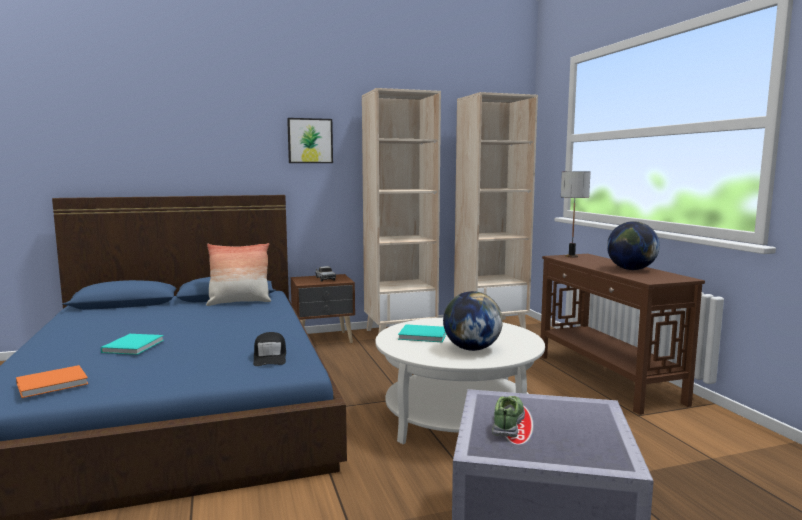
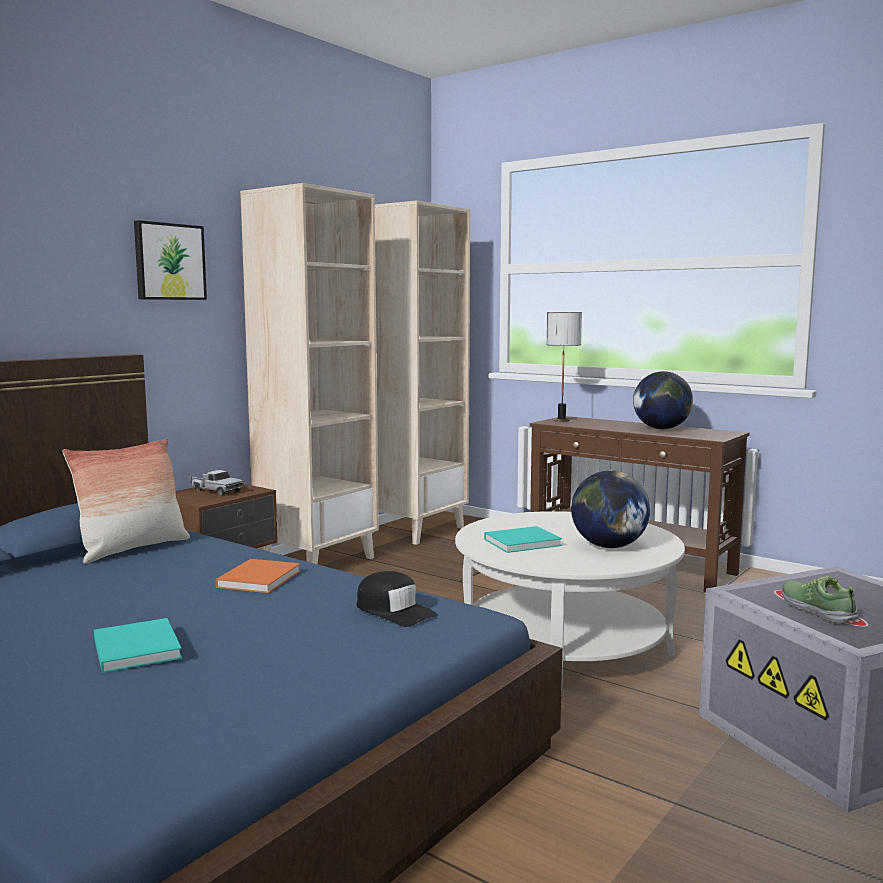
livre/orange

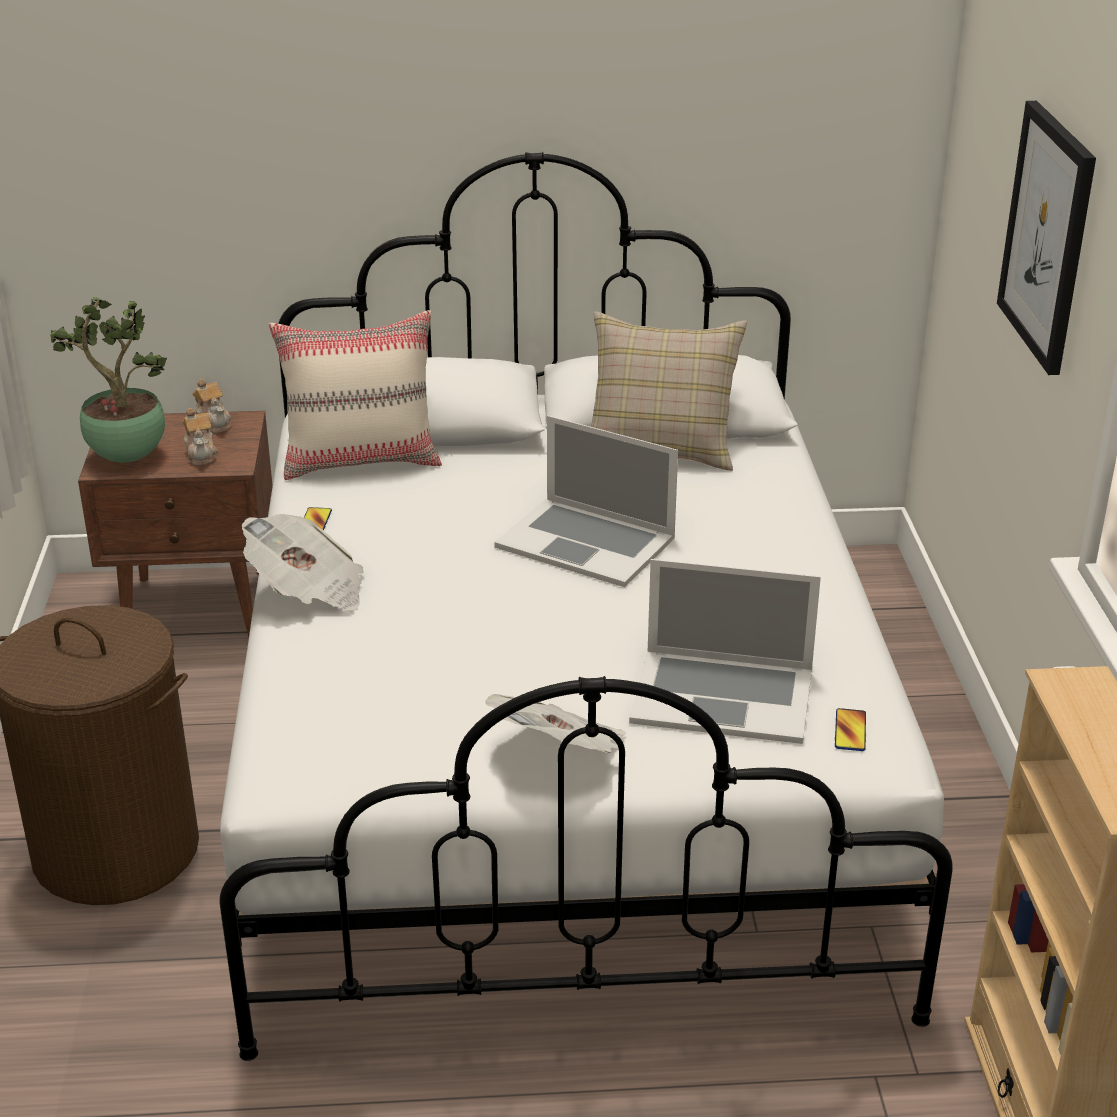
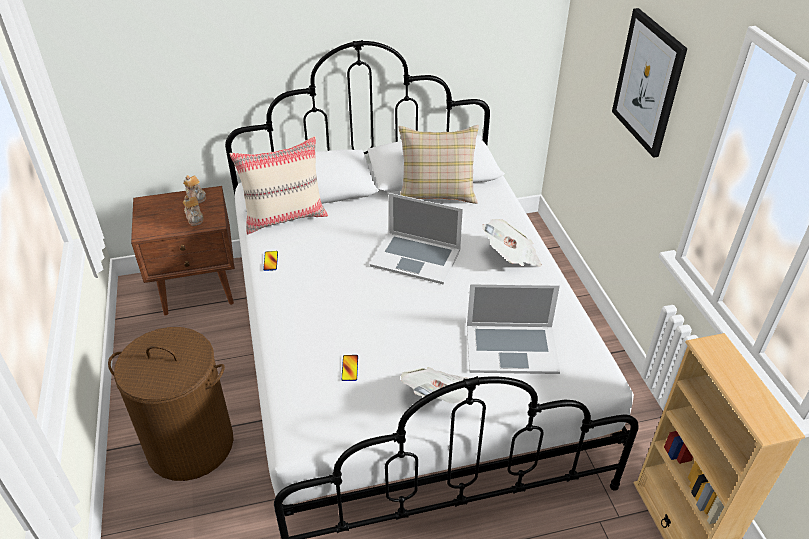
plante en pot
journal (2nd from left)
téléphone (2nd from left)

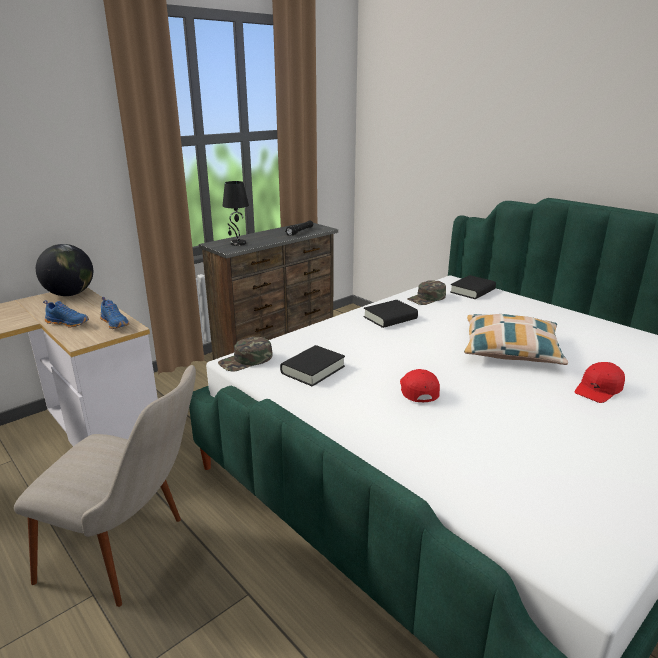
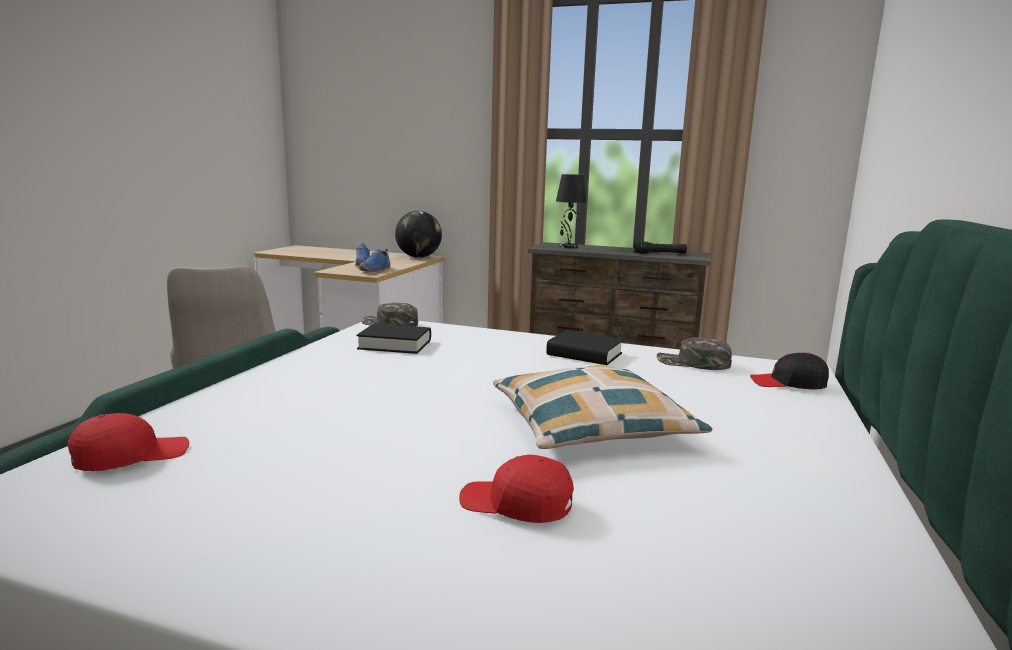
casquette/rouge (1st from left)
casquette/noir

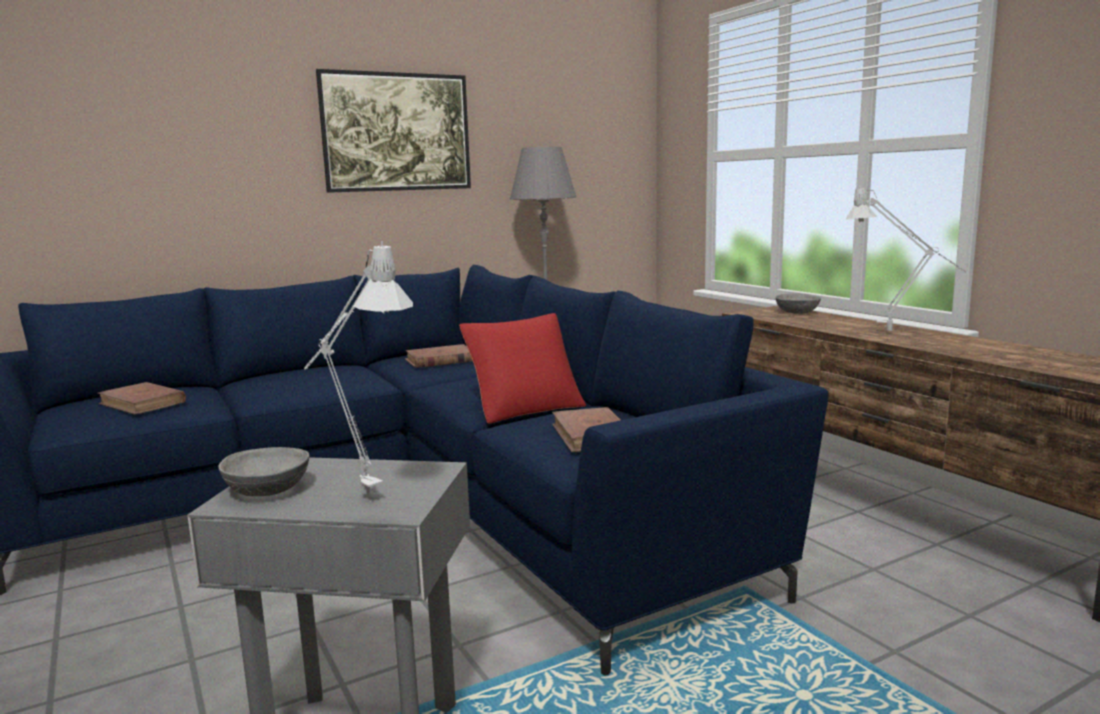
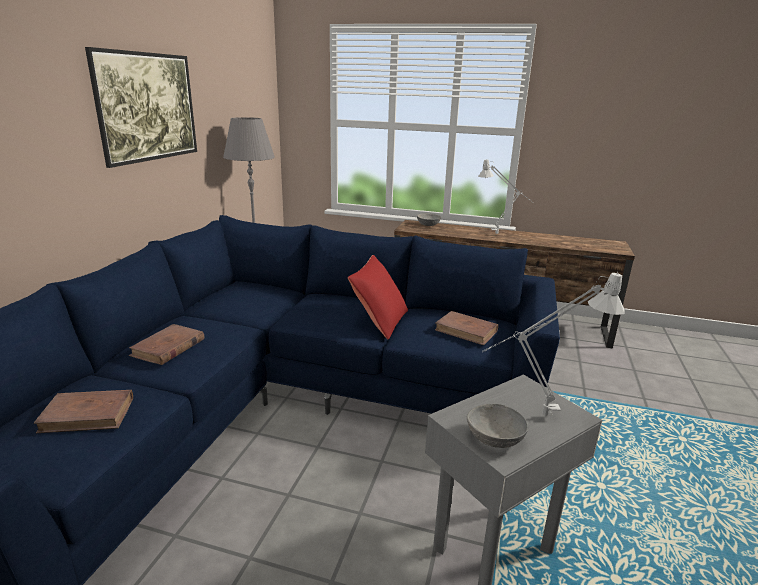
livre/marron (2nd from left)

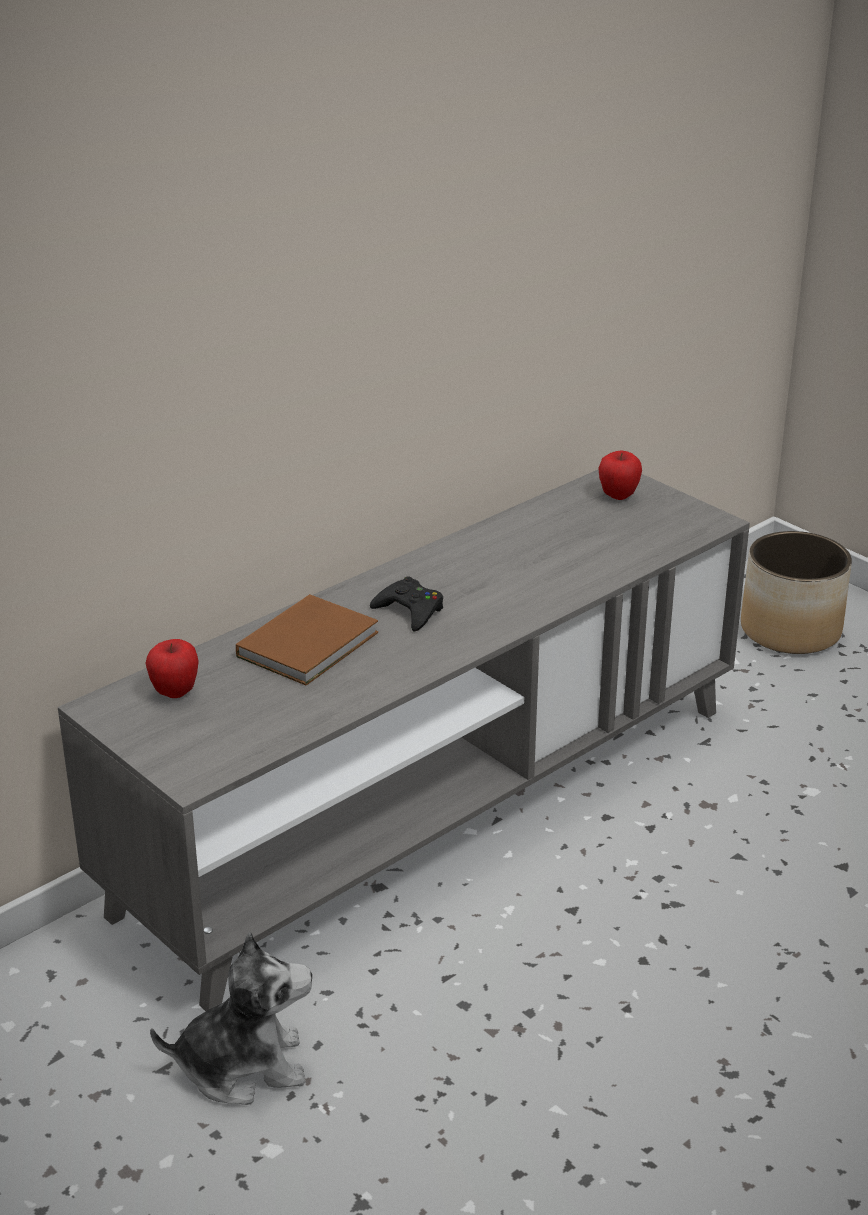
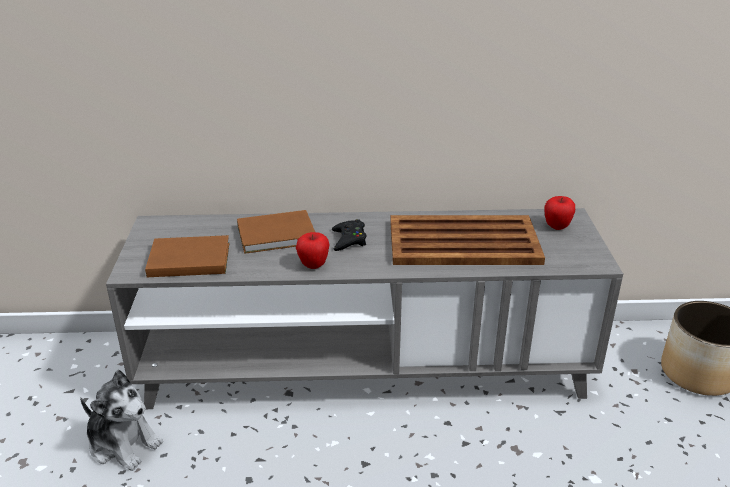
pomme (1st from left)
livre/marron (1st from left)
plateau/marron

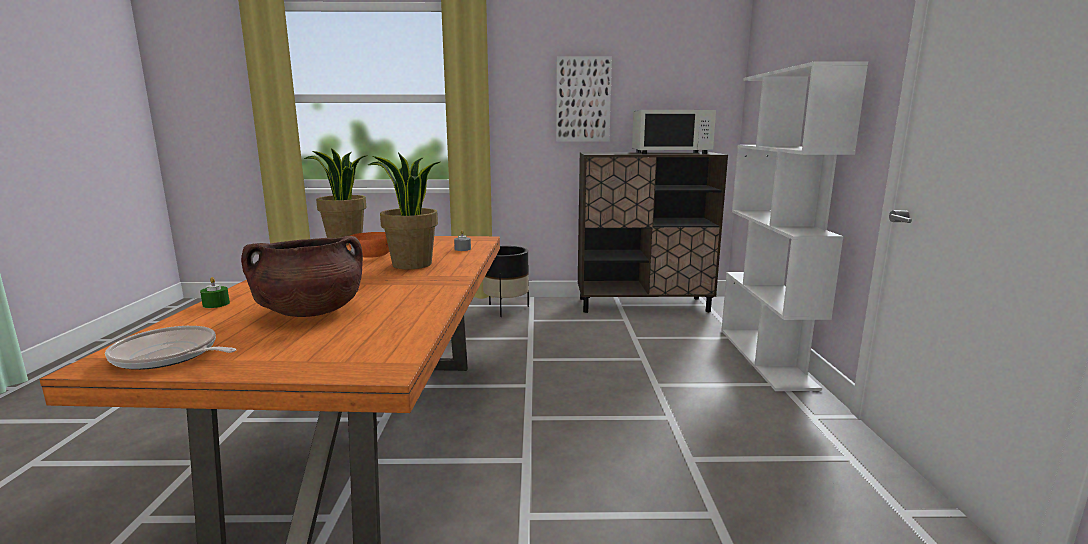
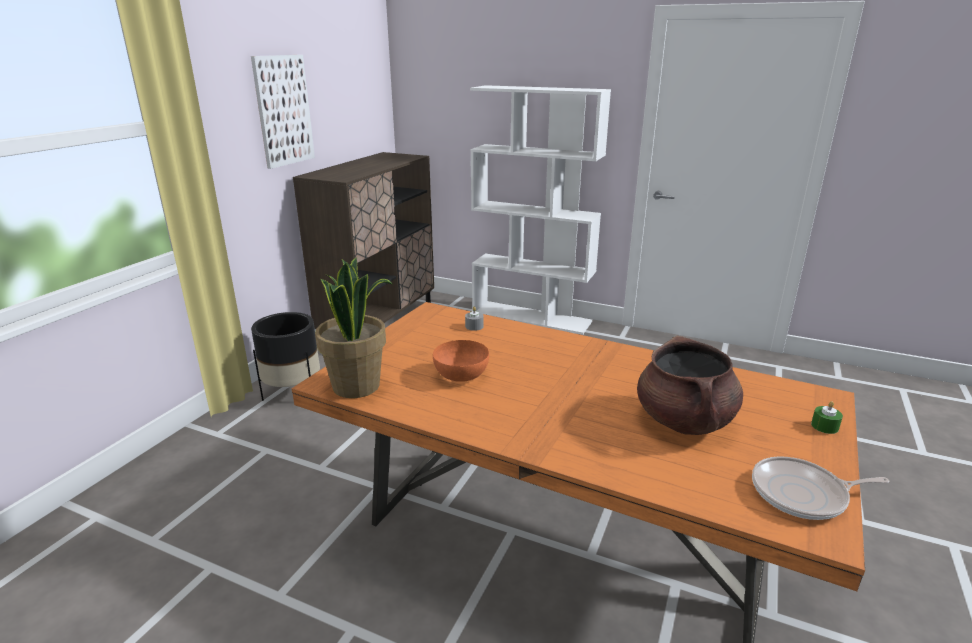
poêle
bougie/vert
plante en pot (2nd from left in the first image)
micro-ondes/blanc

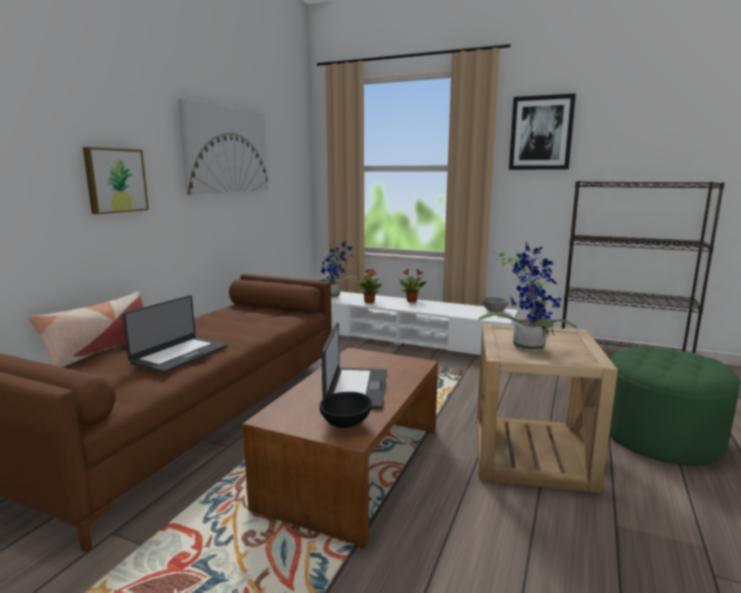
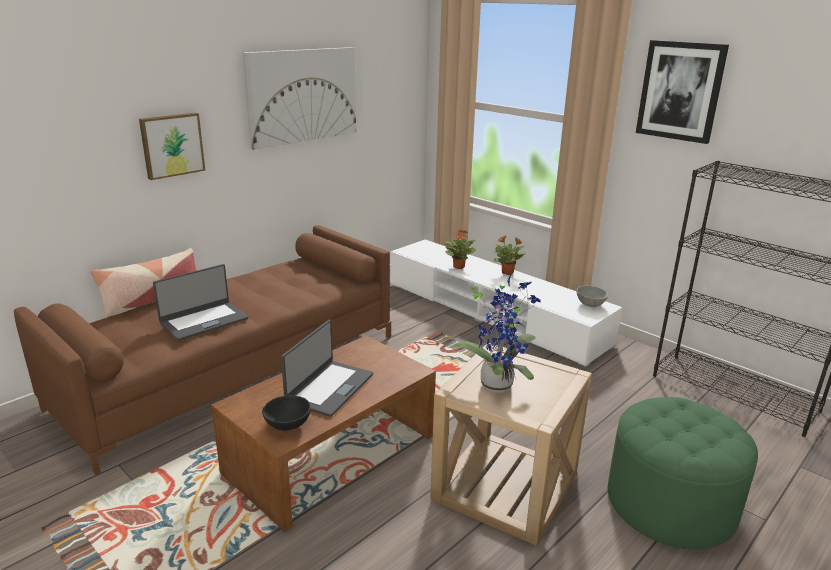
plante en pot (1st from left in the first image)

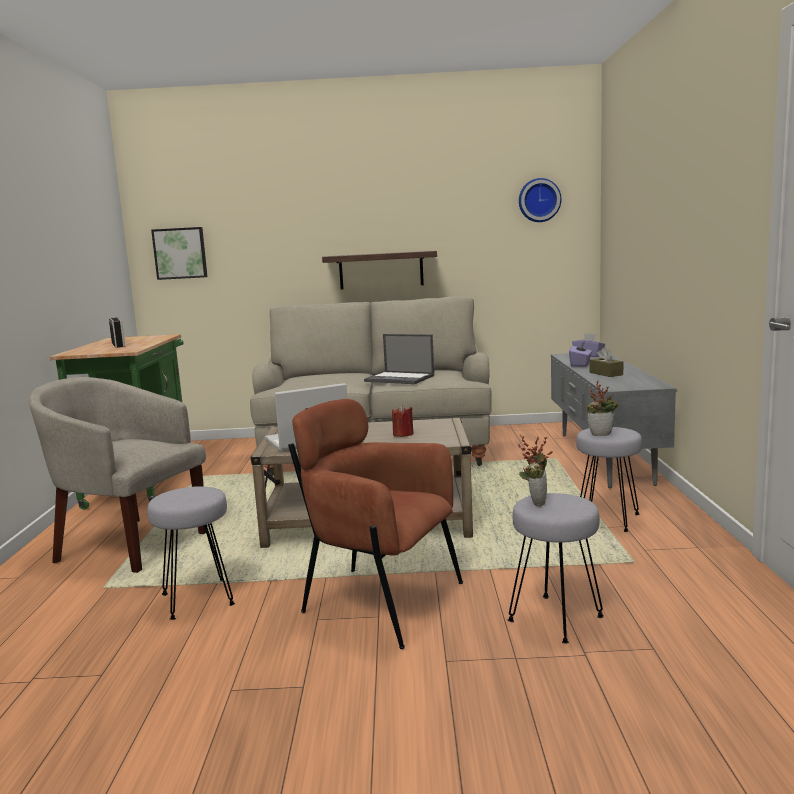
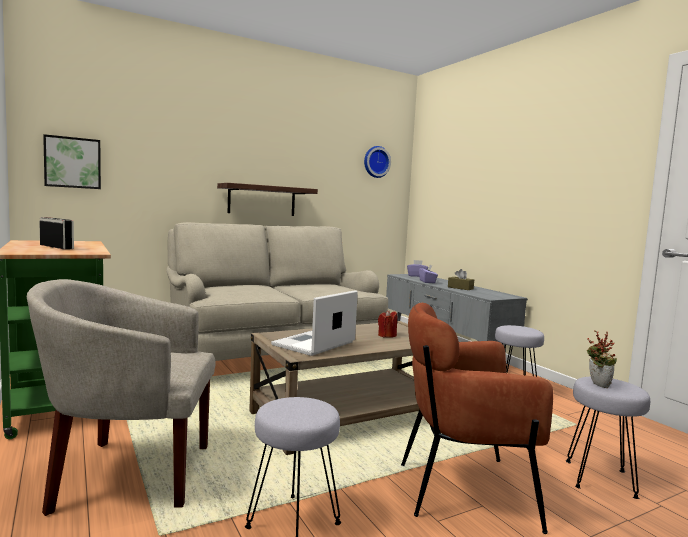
ordinateur portable (2nd from left in the first image)
plante en pot (2nd from left in the first image)

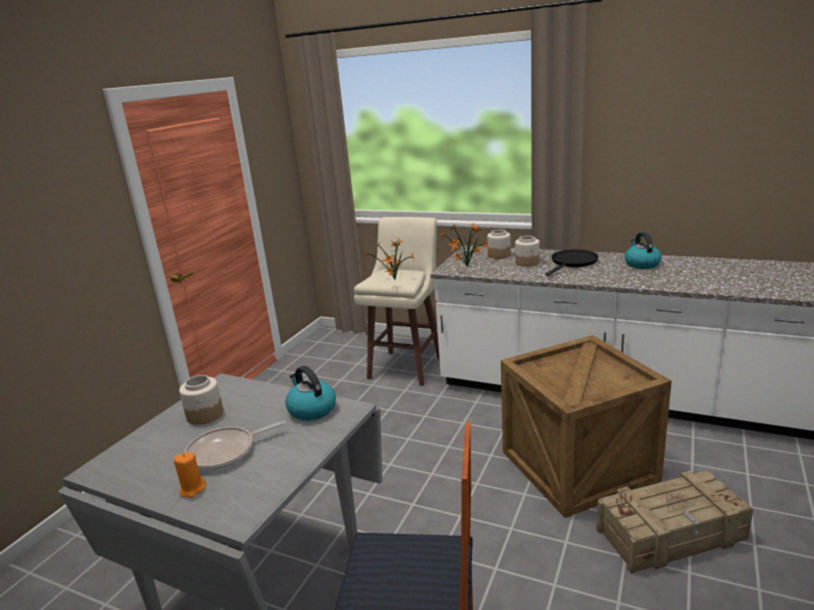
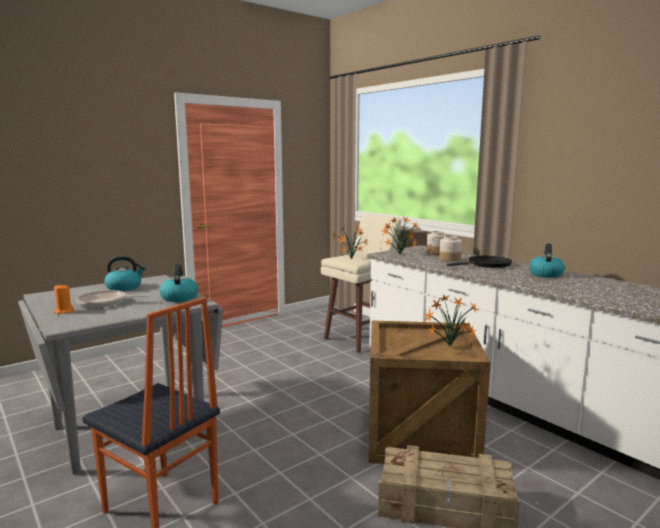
bouilloire (1st from left)
plante en pot (3rd from left)

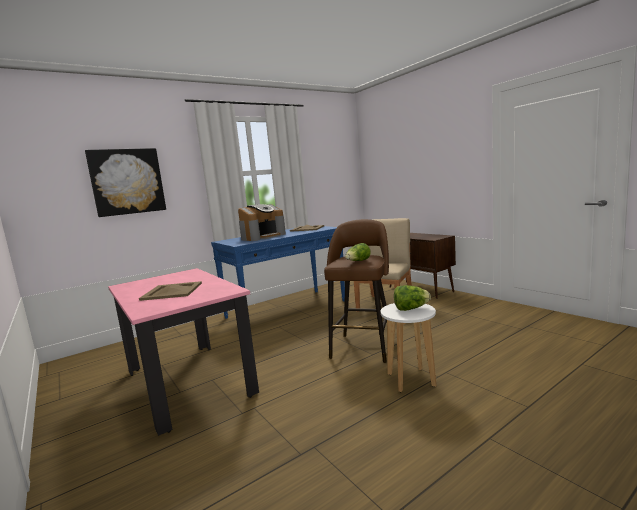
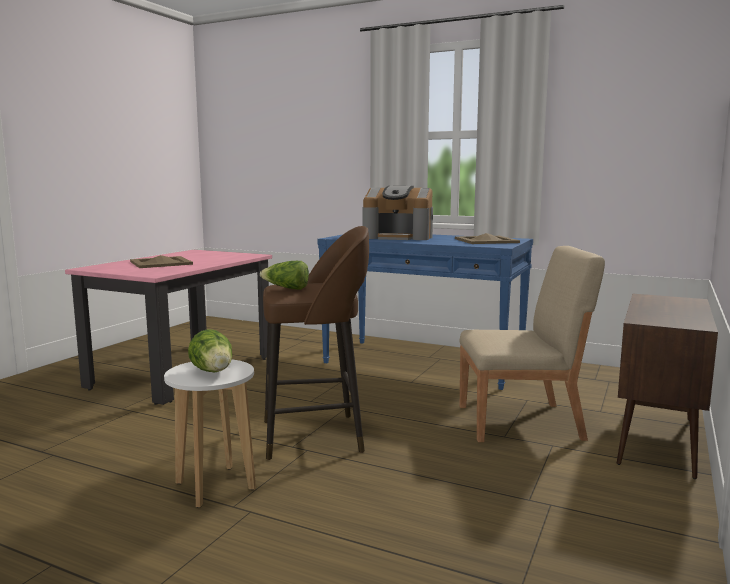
tableau

